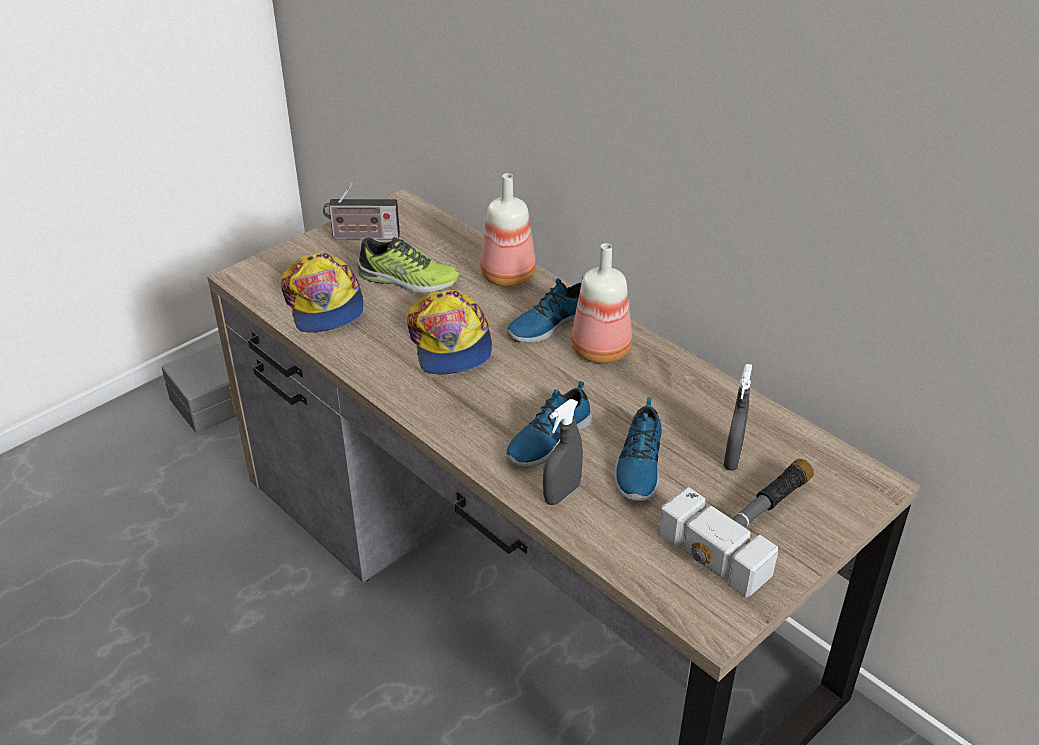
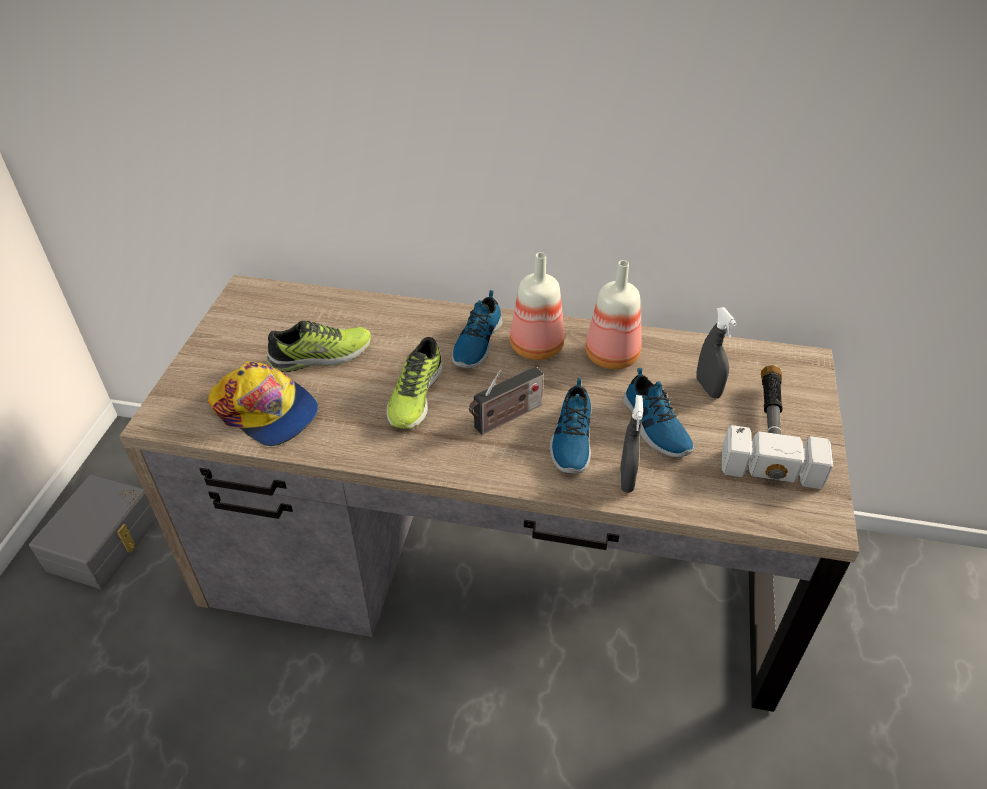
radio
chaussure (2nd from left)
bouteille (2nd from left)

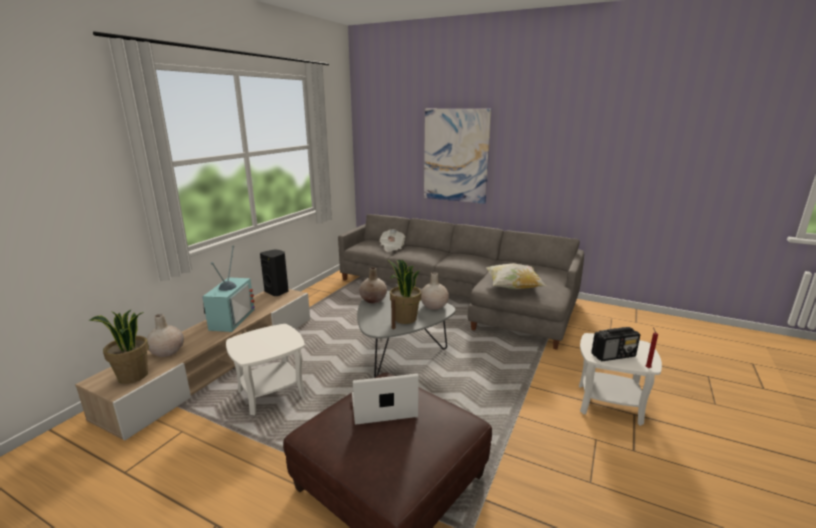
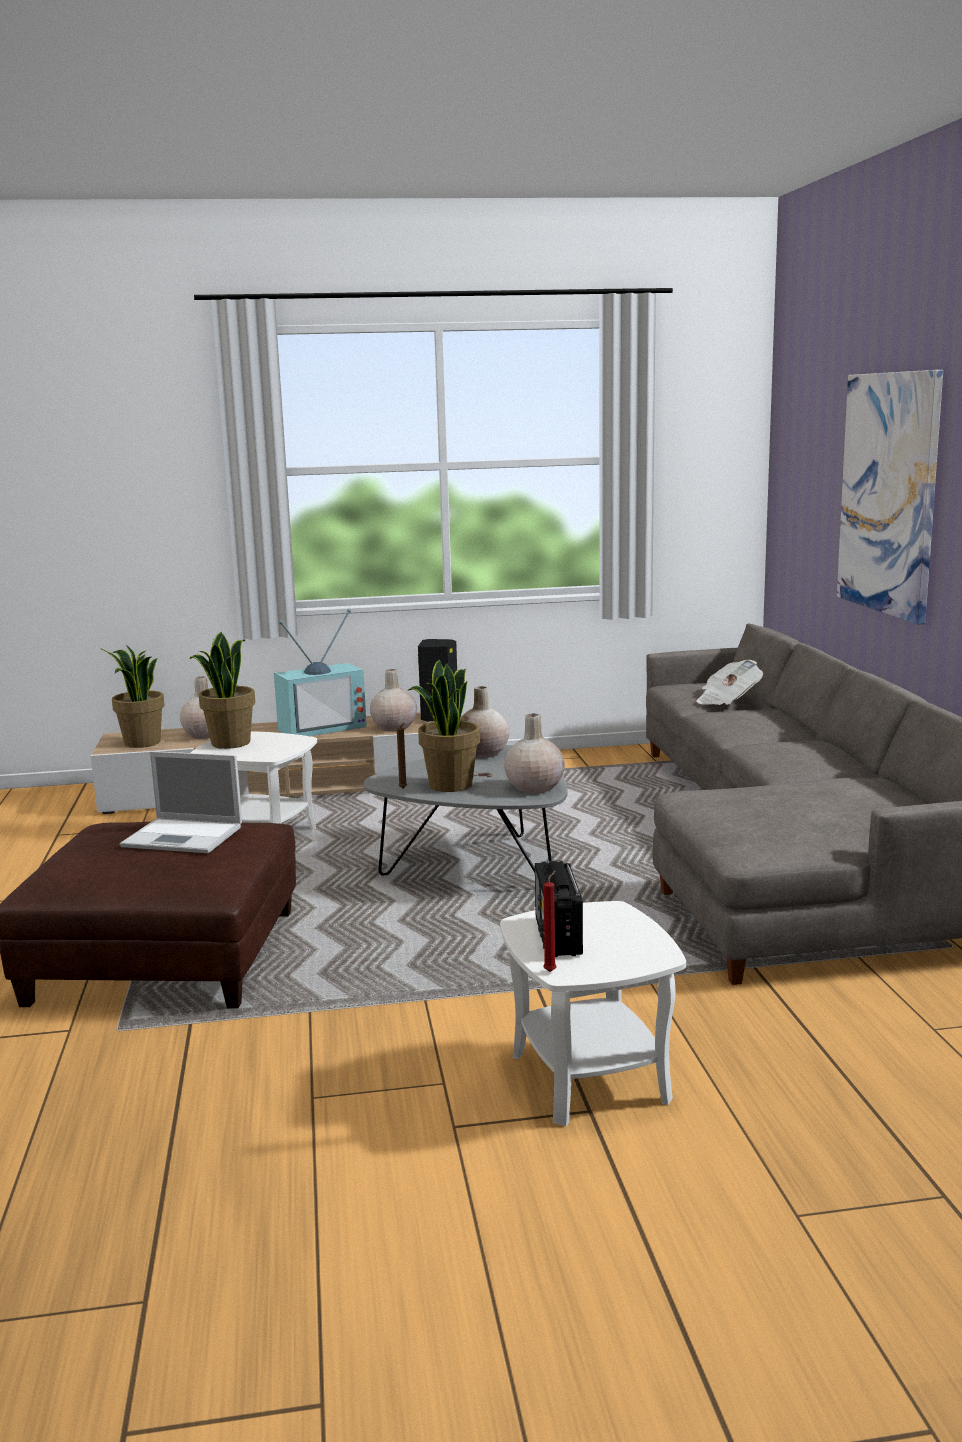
ordinateur portable
coussin
radio
plante en pot (2nd from left)
vase/beige (2nd from left)

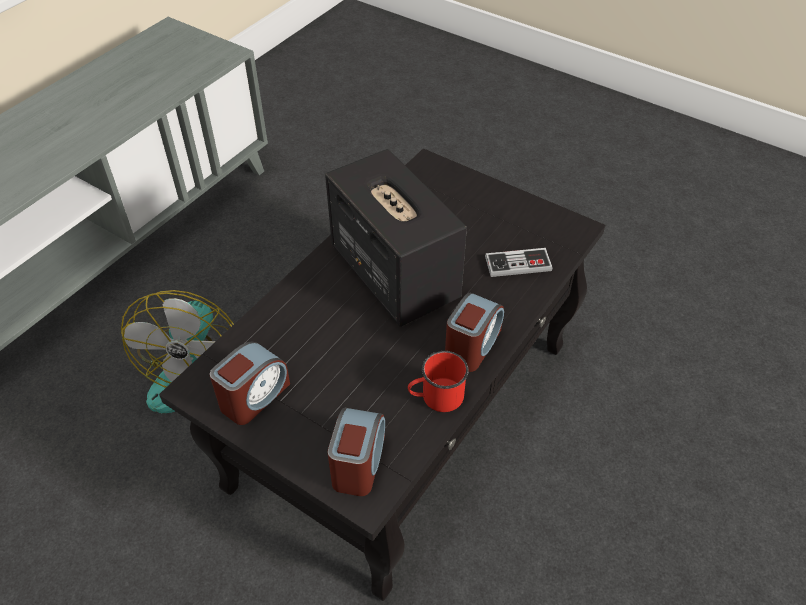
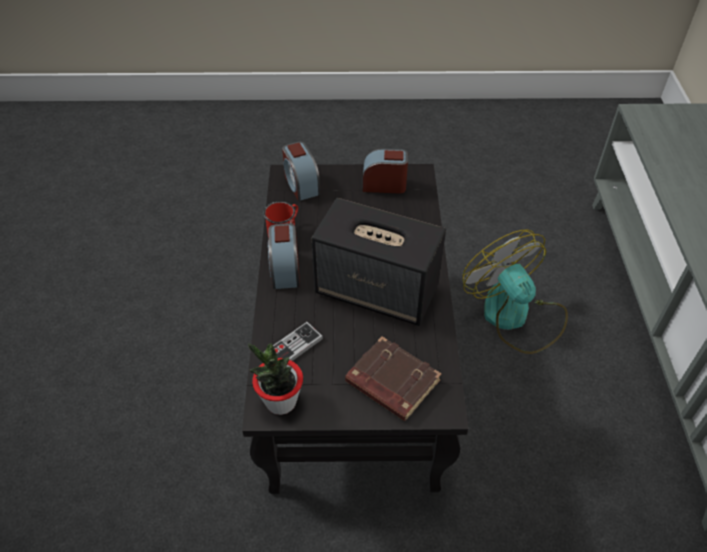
réveil (3rd from left)
plante en pot
livre/marron

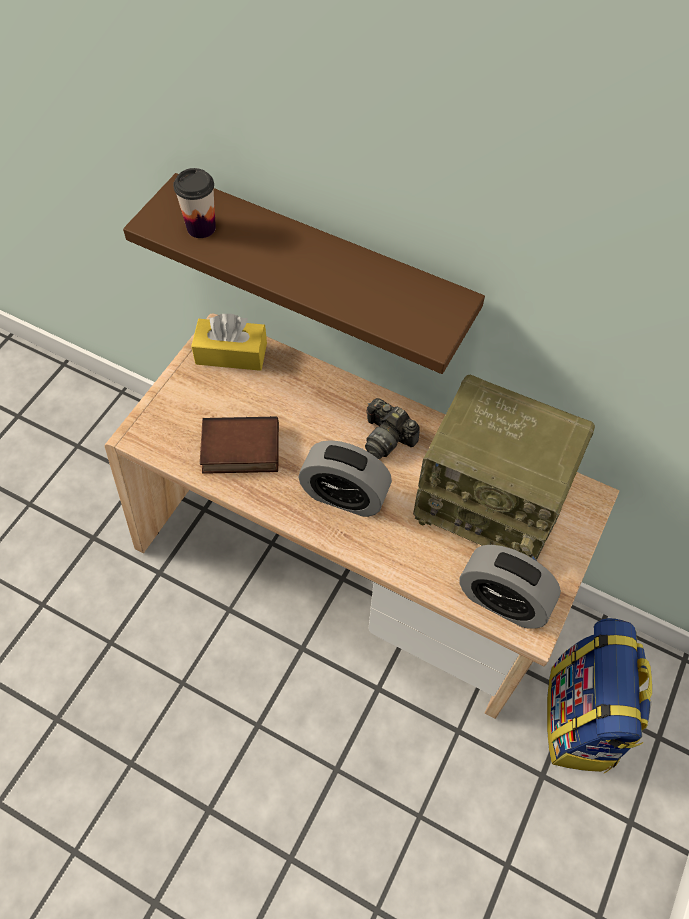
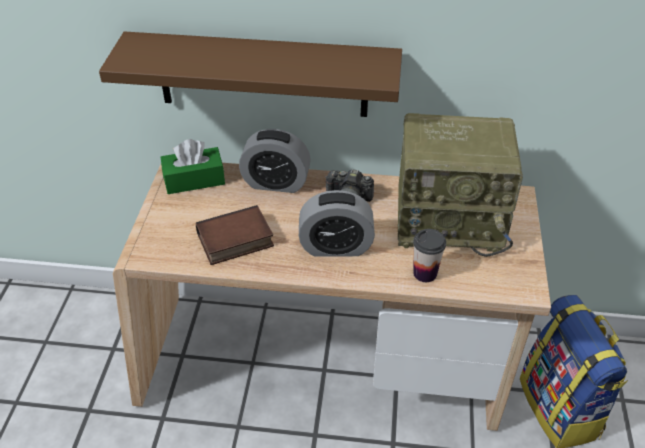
tasse
boîte à mouchoirs/vert
réveil (1st from left)

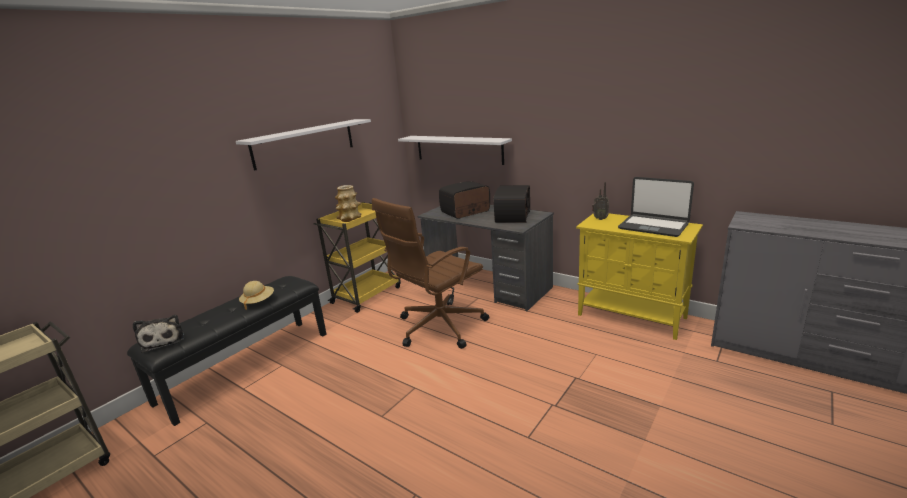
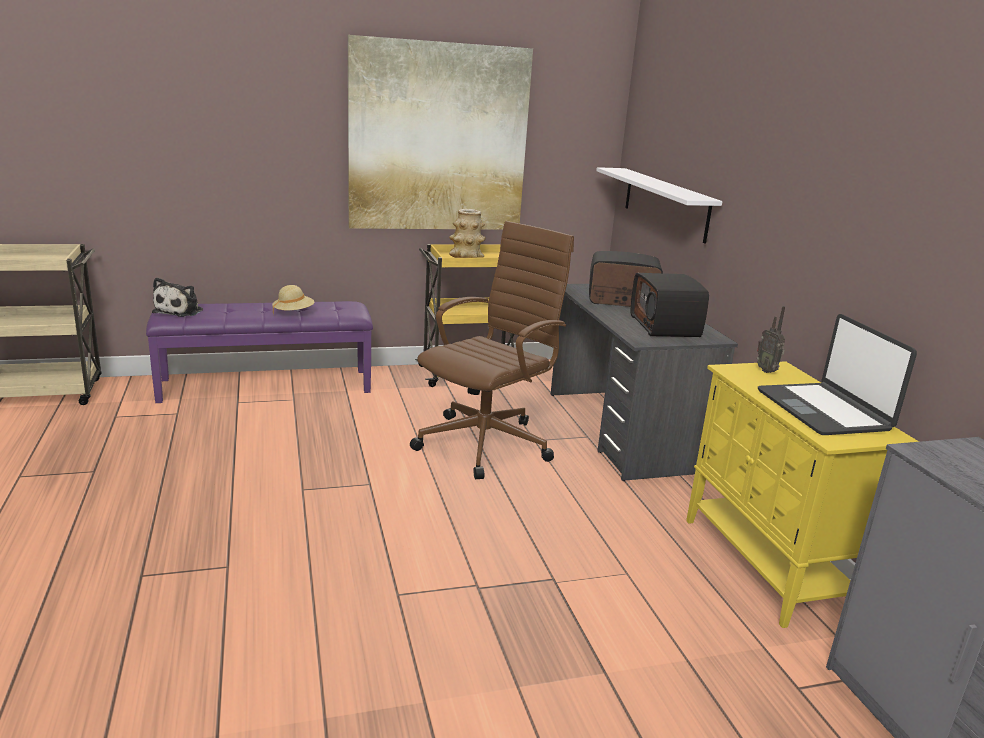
banc/violet
tableau
chaise de bureau/marron
radio (2nd from left)

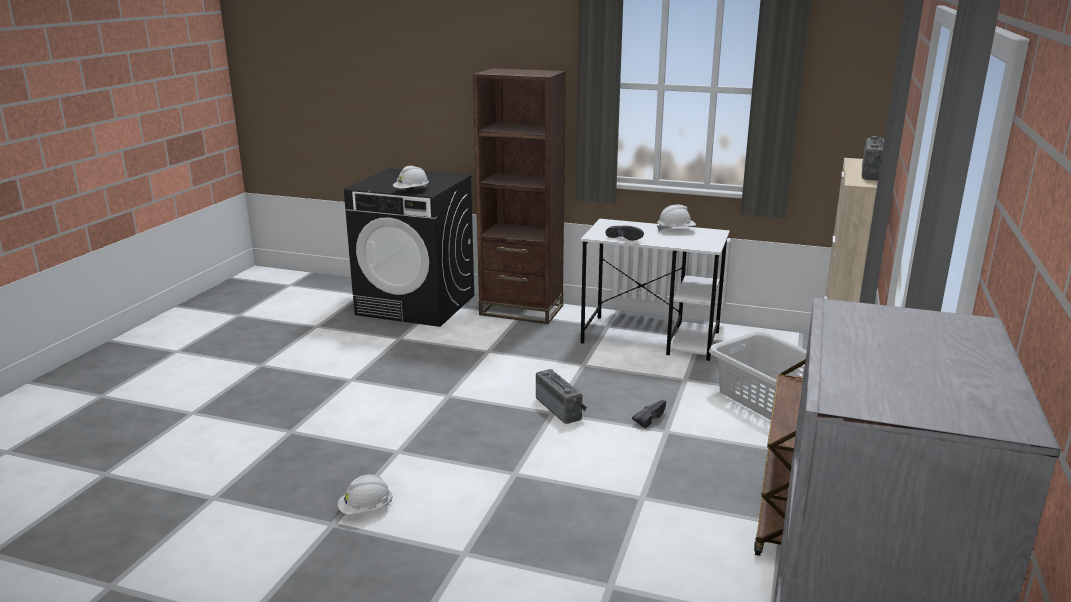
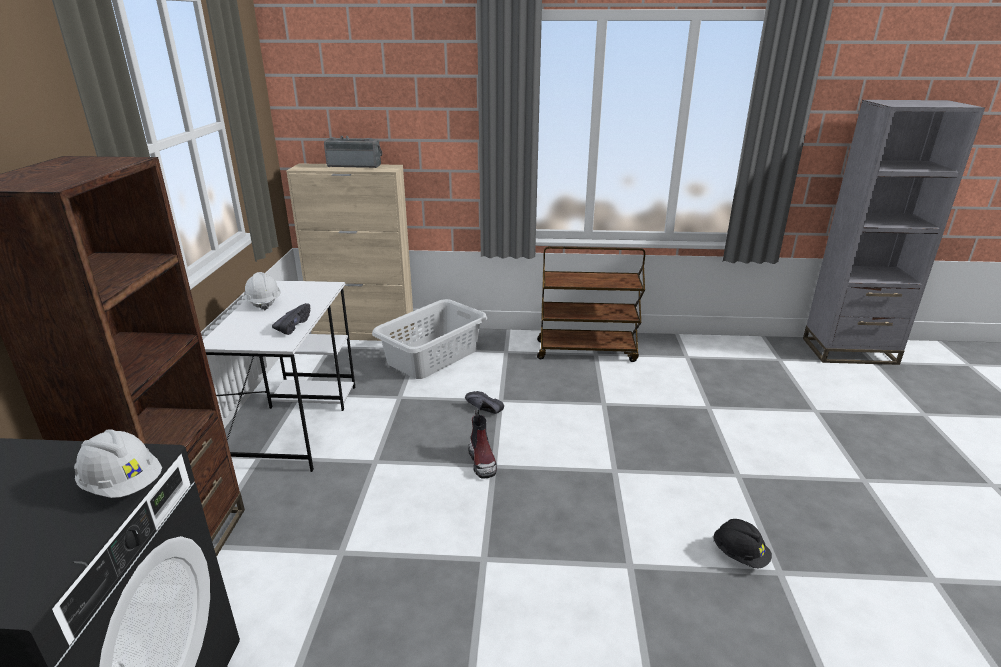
casque de chantier/noir
botte

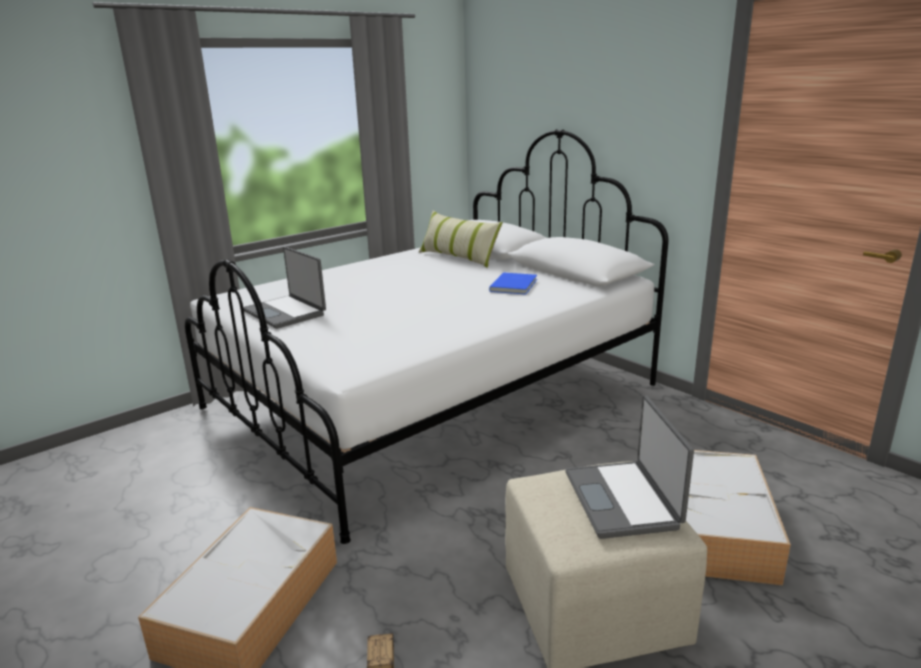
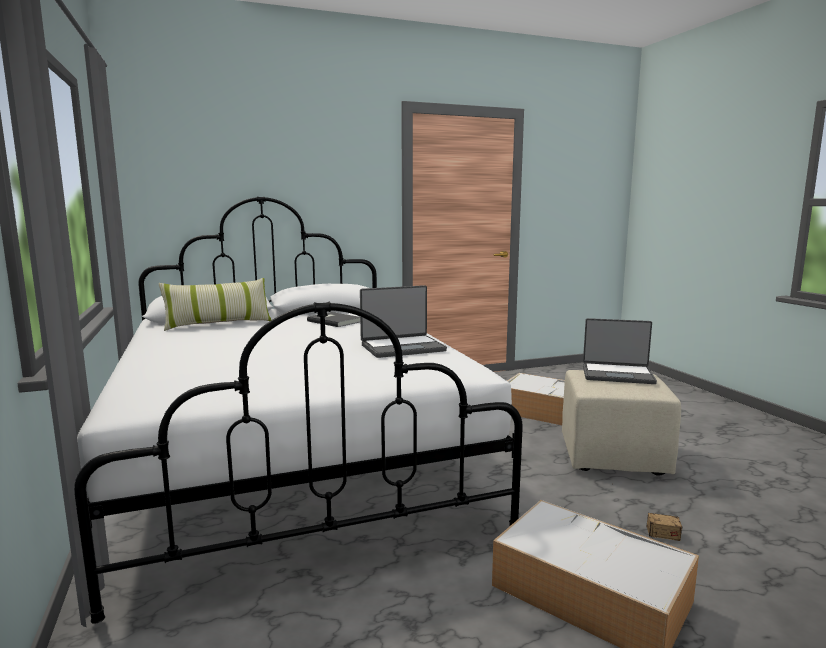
ordinateur portable (1st from left)
livre/gris

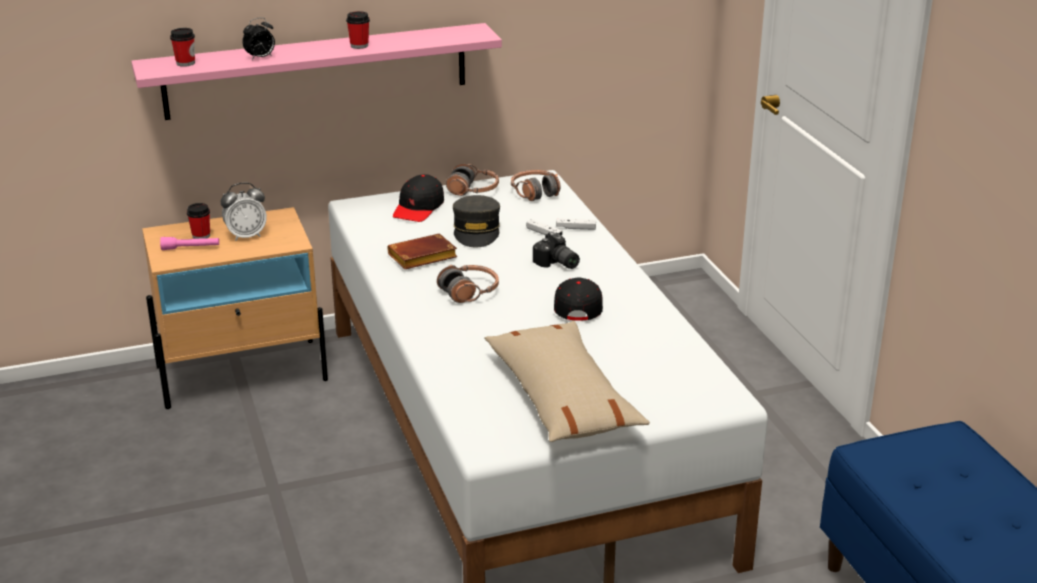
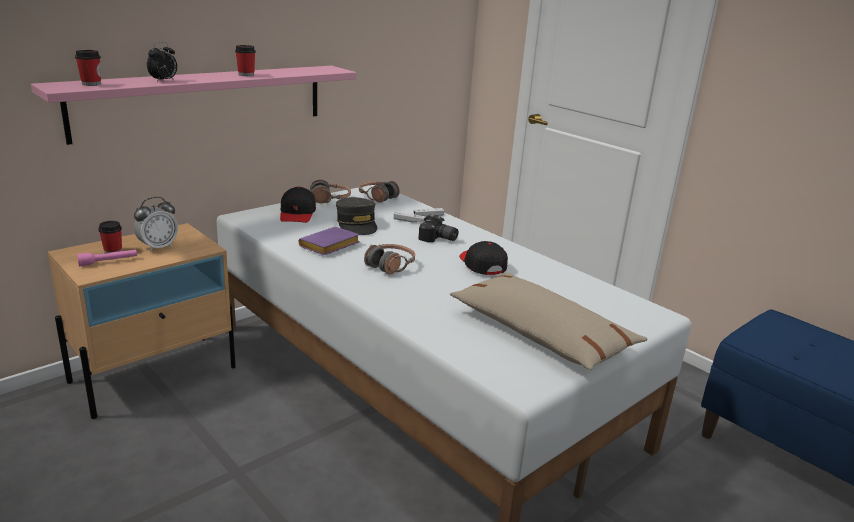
livre/violet

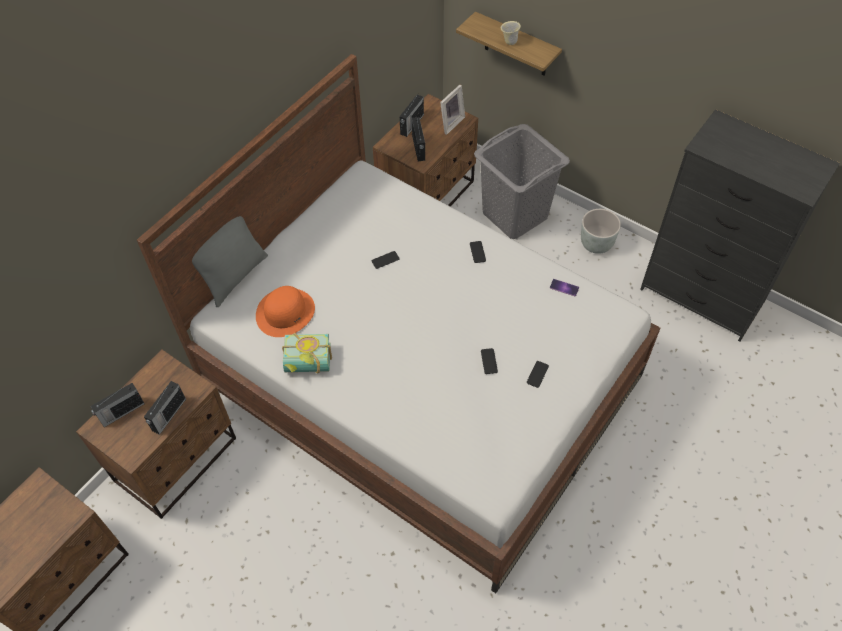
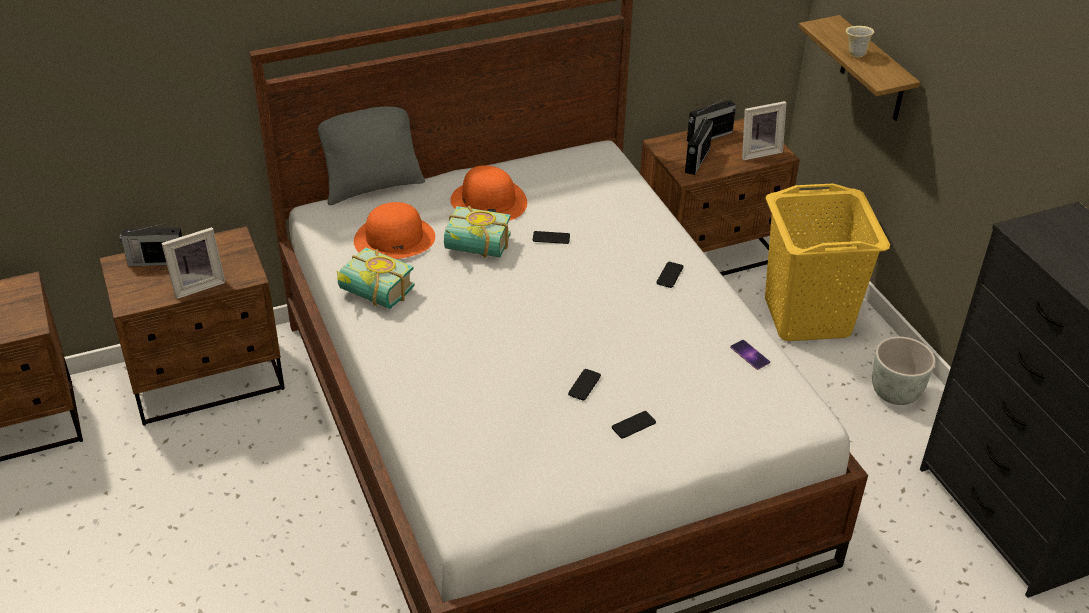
cadre photo (1st from left)
panier à linge/jaune
livre (2nd from left)
chapeau/orange (2nd from left)

